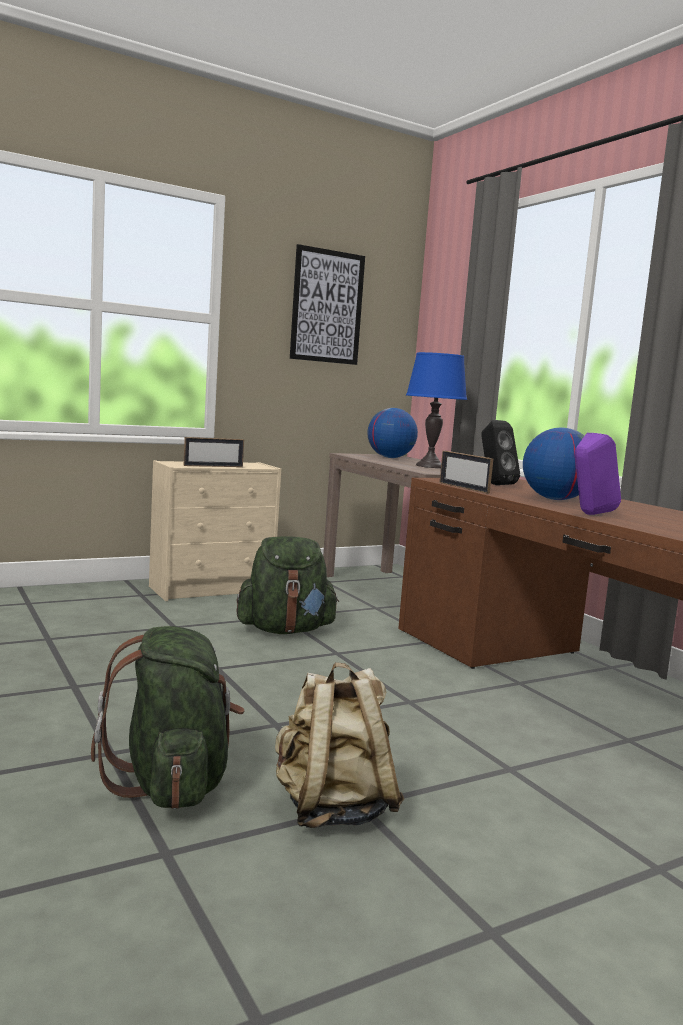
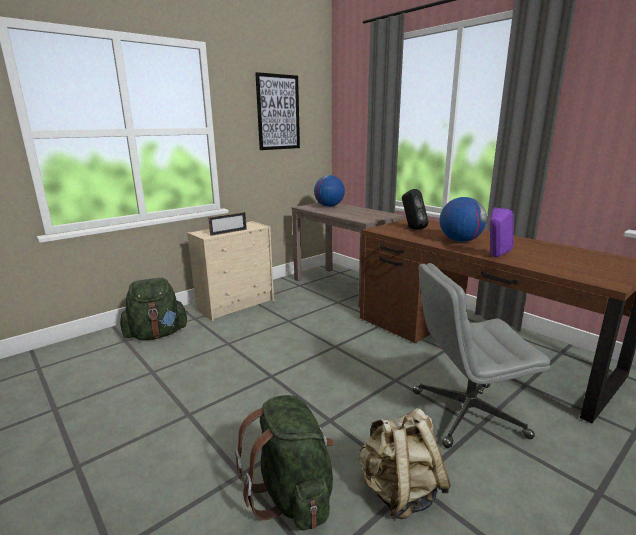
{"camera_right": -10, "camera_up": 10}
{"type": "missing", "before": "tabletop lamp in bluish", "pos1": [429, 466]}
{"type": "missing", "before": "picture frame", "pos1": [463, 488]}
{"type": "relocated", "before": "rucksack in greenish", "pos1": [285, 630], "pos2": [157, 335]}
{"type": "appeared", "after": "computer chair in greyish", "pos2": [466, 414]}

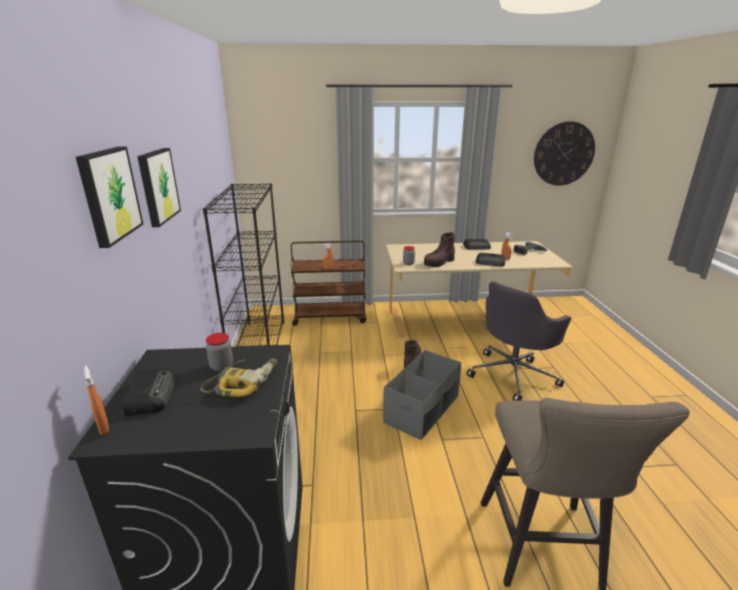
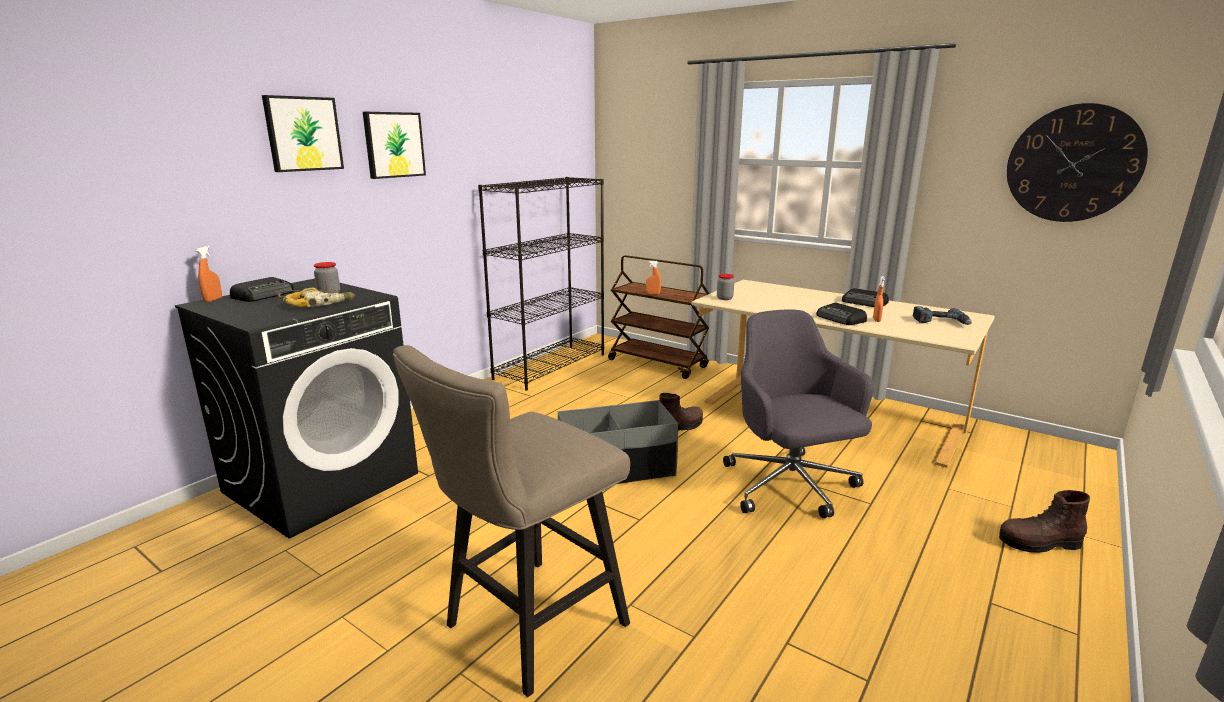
{"camera_right": 40, "camera_up": -5}
{"type": "relocated", "before": "high-top boot in brownish", "pos1": [439, 263], "pos2": [1039, 543]}
{"type": "spun", "before": "computer chair in greyish", "pos1": [513, 374], "pos2": [790, 487], "turn": 75}

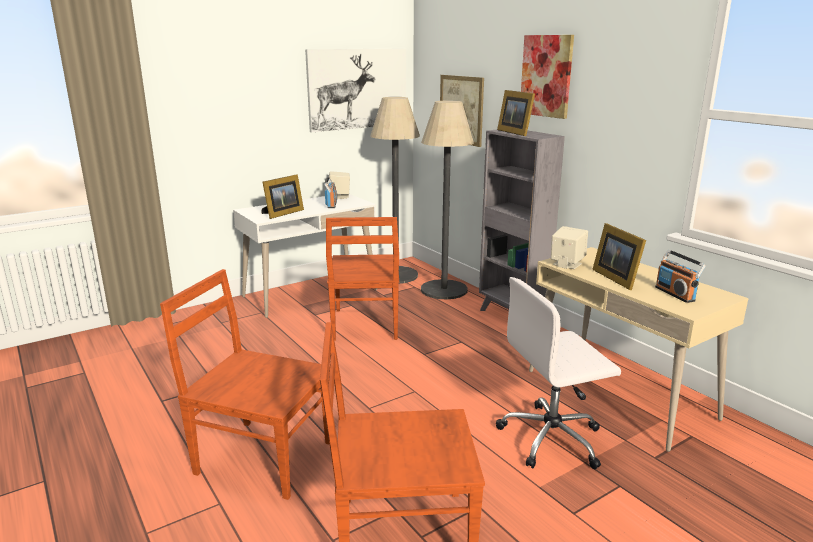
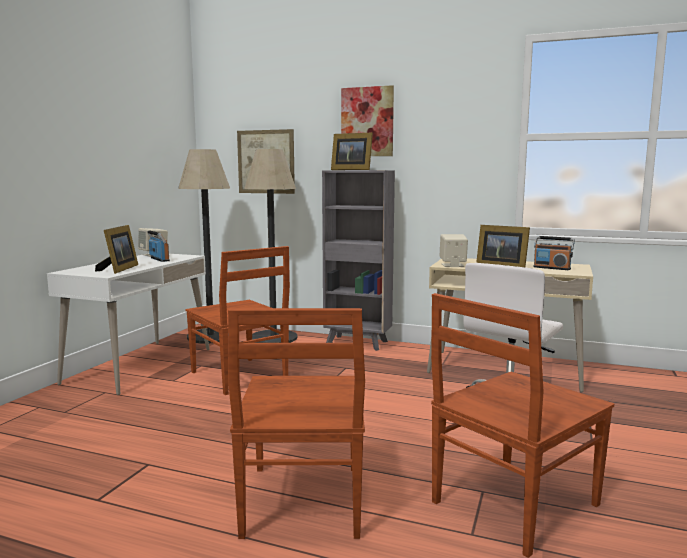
{"camera_right": -35, "camera_up": -10}
{"type": "missing", "before": "picture", "pos1": [358, 89]}
{"type": "spun", "before": "upright chair in brownish", "pos1": [262, 456], "pos2": [302, 502], "turn": -75}

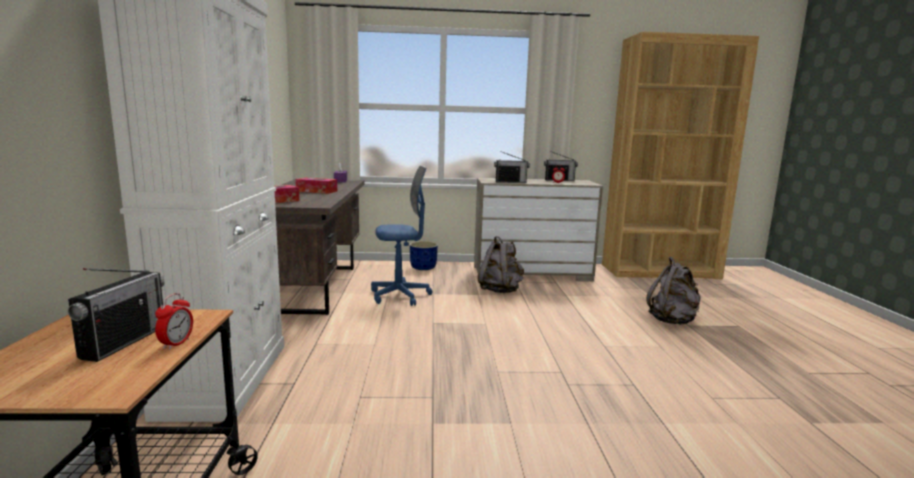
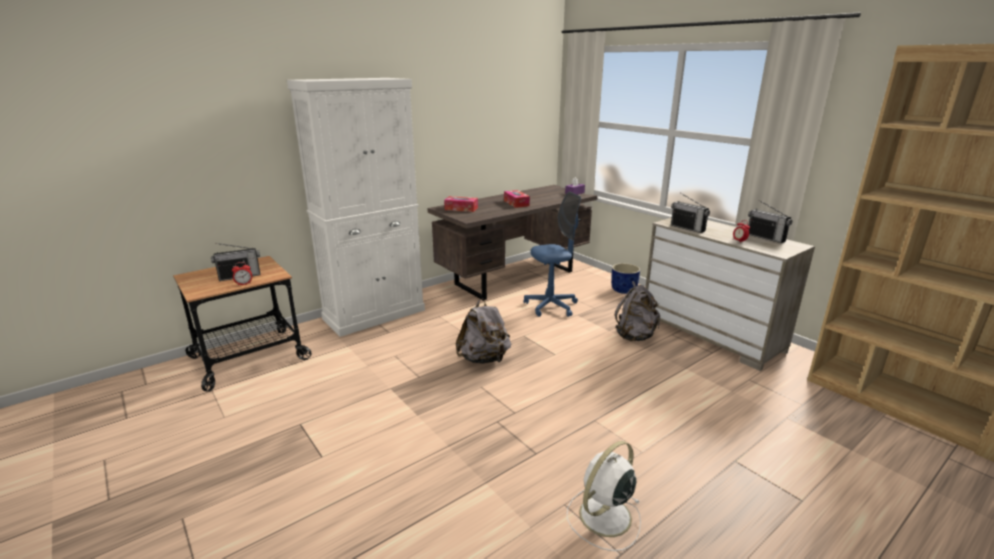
{"camera_right": 55, "camera_up": 10}
{"type": "spun", "before": "computer chair in bluish", "pos1": [400, 296], "pos2": [551, 306], "turn": -60}
{"type": "relocated", "before": "rucksack in greyish", "pos1": [672, 321], "pos2": [484, 359]}
{"type": "appeared", "after": "fan in white-coloured", "pos2": [603, 517]}

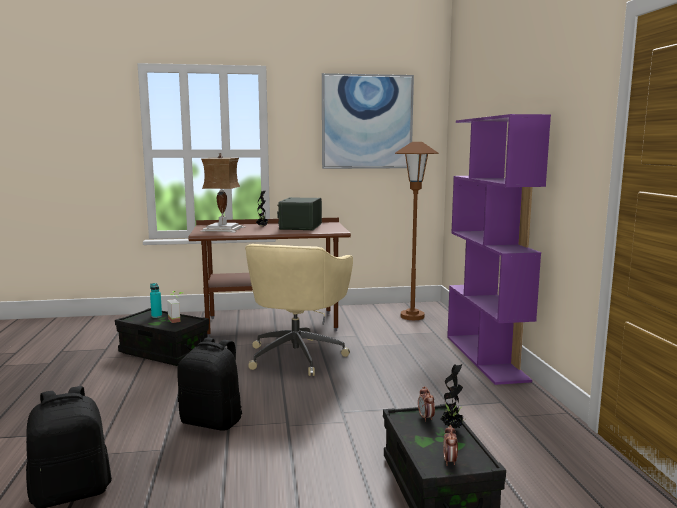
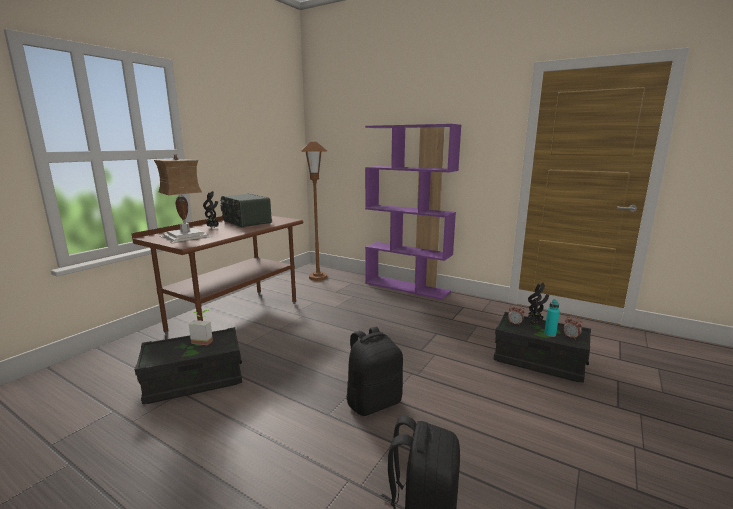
{"camera_right": -50, "camera_up": 5}
{"type": "missing", "before": "picture", "pos1": [367, 122]}
{"type": "missing", "before": "computer chair in sand-coloured", "pos1": [297, 355]}
{"type": "relocated", "before": "drink bottle in turquoise-coloured", "pos1": [156, 316], "pos2": [550, 334]}

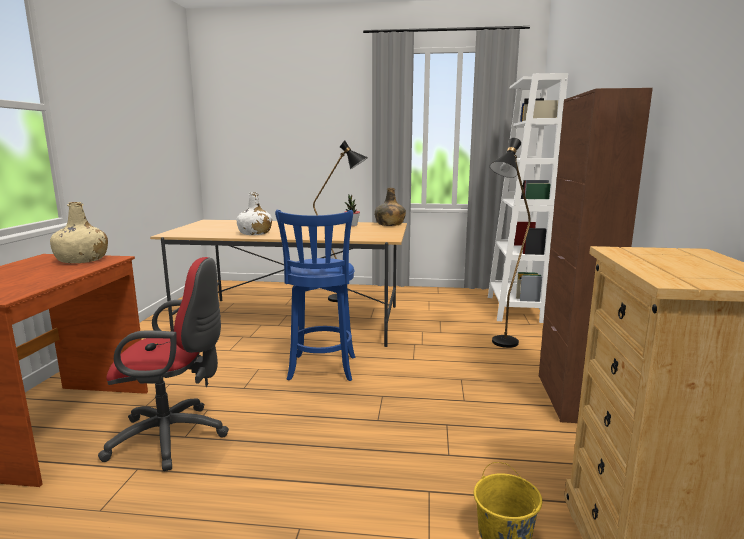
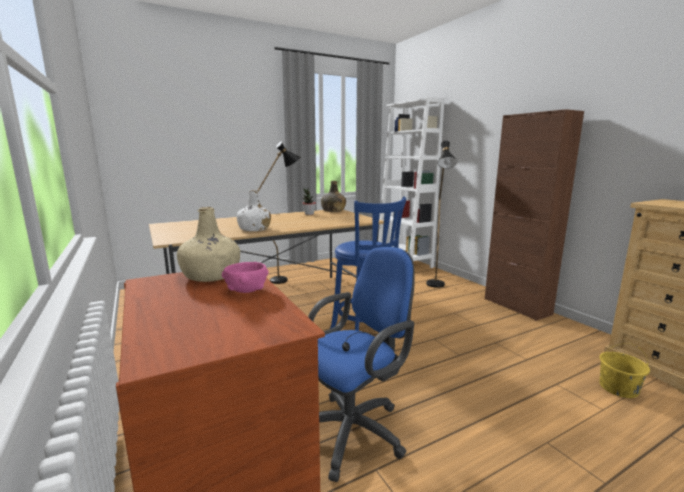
{"camera_right": -35, "camera_up": 0}
{"type": "colour", "before": "computer chair in red-coloured", "after": "computer chair in bluish", "pos1": [174, 437], "pos2": [355, 430]}
{"type": "appeared", "after": "deep dish in pinkish", "pos2": [246, 290]}

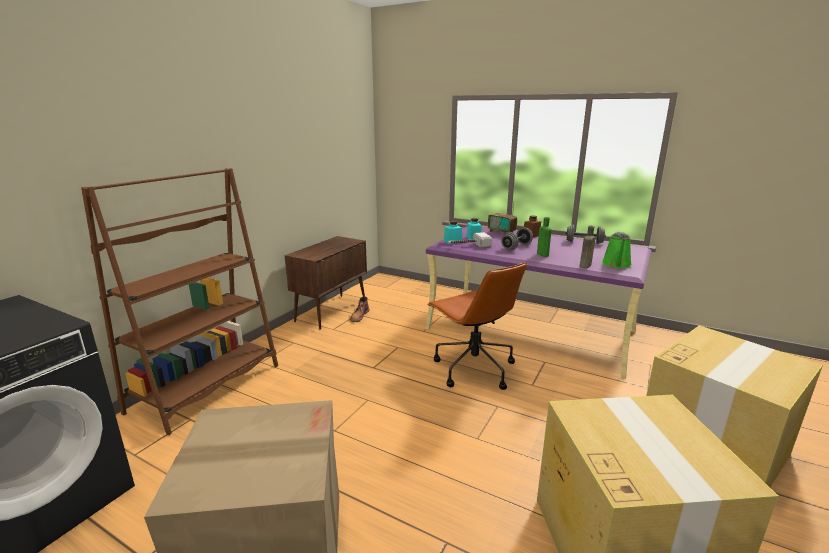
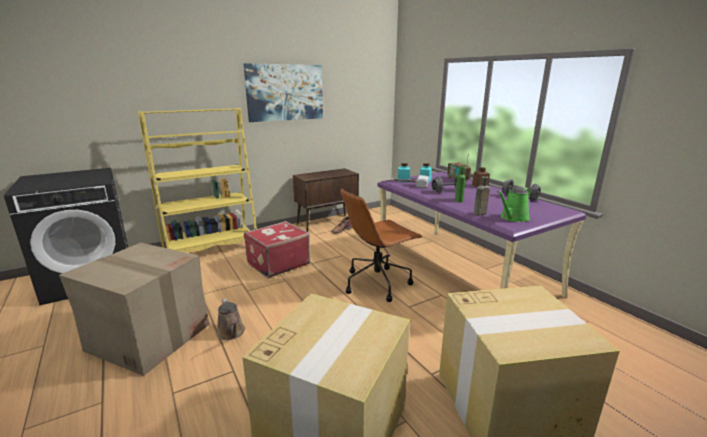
{"camera_right": 30, "camera_up": 0}
{"type": "colour", "before": "bookshelf in brownish", "after": "bookshelf in yellow-coloured", "pos1": [207, 388], "pos2": [211, 248]}
{"type": "spun", "before": "computer chair in brownish", "pos1": [473, 368], "pos2": [377, 283], "turn": 60}
{"type": "appeared", "after": "picture", "pos2": [285, 92]}
{"type": "appeared", "after": "suitcase in red-coloured", "pos2": [277, 264]}
{"type": "appeared", "after": "watering can in brownish", "pos2": [231, 333]}

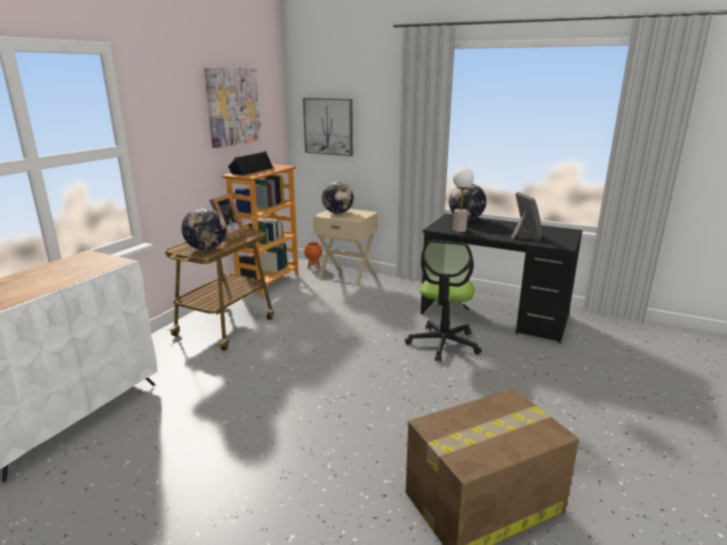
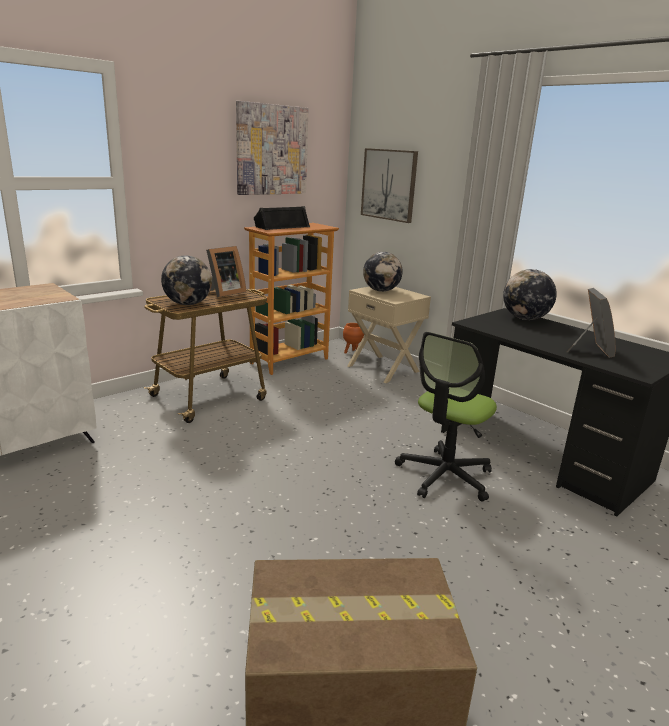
{"camera_right": 20, "camera_up": 0}
{"type": "missing", "before": "tabletop lamp", "pos1": [459, 230]}

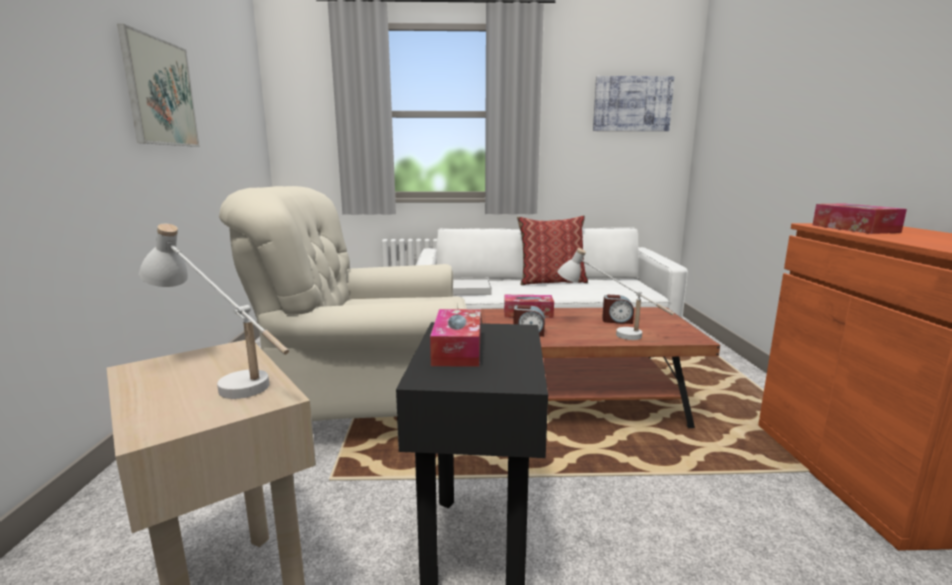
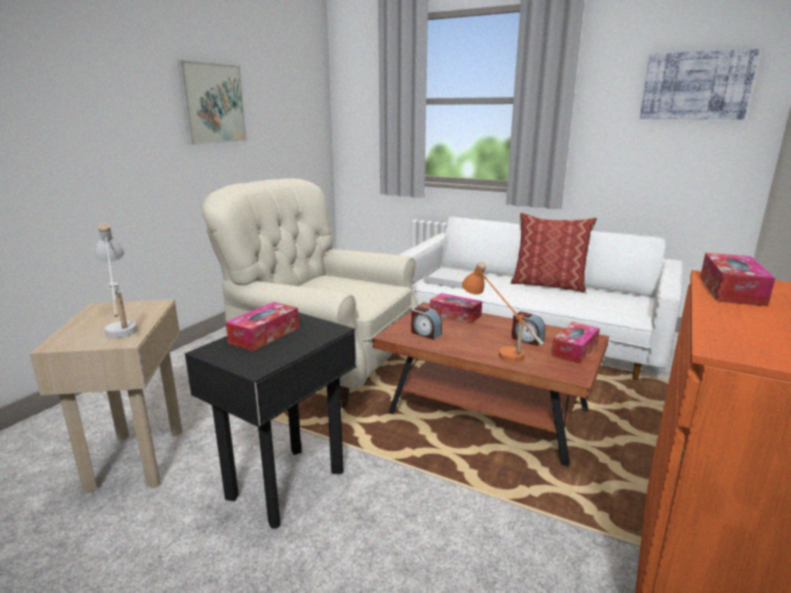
{"camera_right": 30, "camera_up": 5}
{"type": "colour", "before": "tabletop lamp in white-coloured", "after": "tabletop lamp in orange", "pos1": [610, 332], "pos2": [498, 349]}
{"type": "appeared", "after": "tissue box", "pos2": [574, 350]}

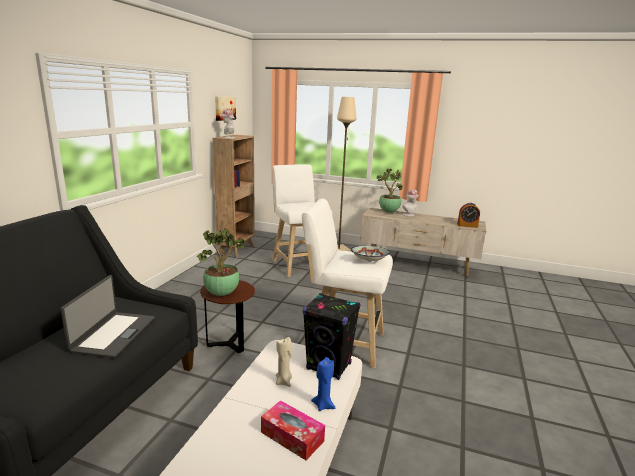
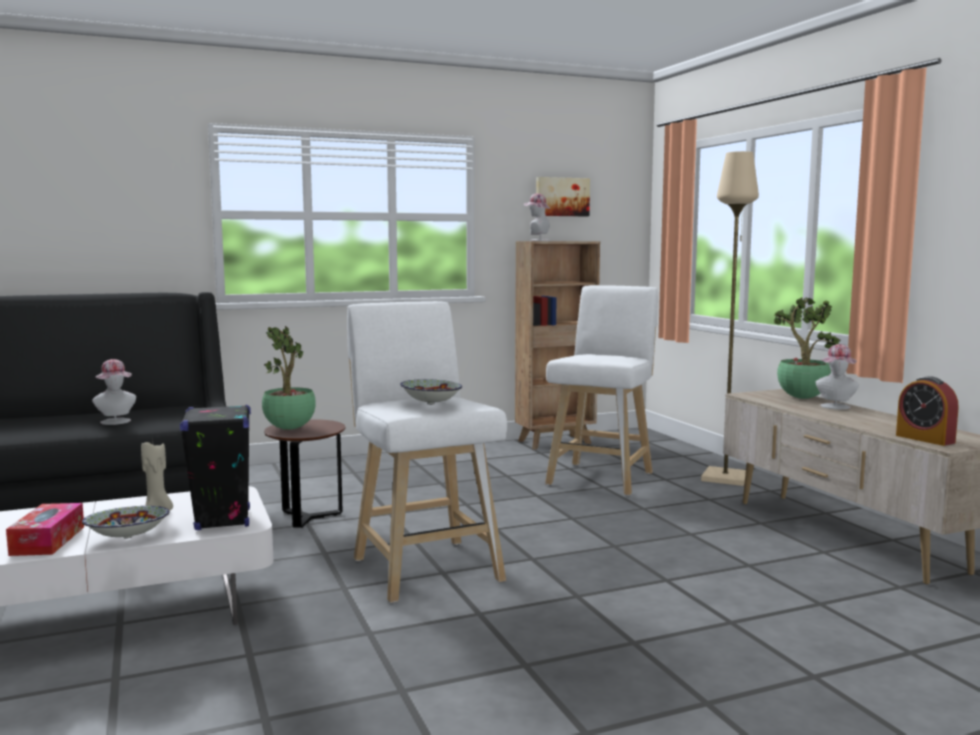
{"camera_right": 50, "camera_up": -10}
{"type": "exchanged", "before": "portable computer", "after": "wearable hat", "pos1": [113, 334], "pos2": [116, 422]}
{"type": "exchanged", "before": "candle in bluish", "after": "deep dish", "pos1": [323, 405], "pos2": [127, 537]}

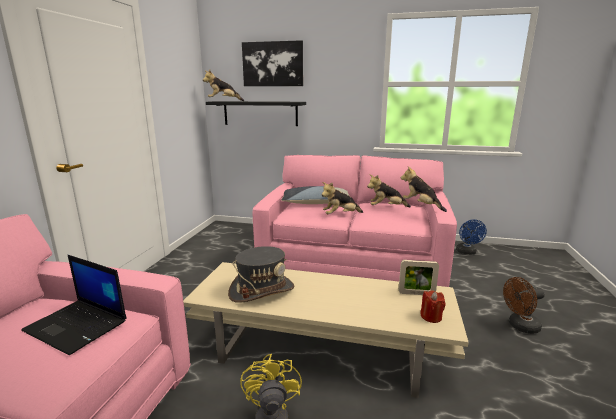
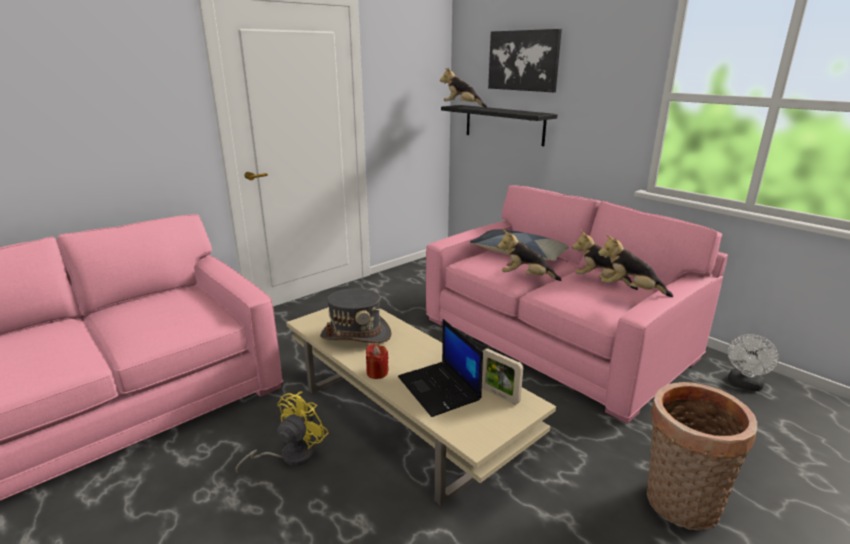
{"camera_right": 35, "camera_up": 5}
{"type": "spun", "before": "cuddly toy", "pos1": [421, 206], "pos2": [630, 290], "turn": -60}
{"type": "colour", "before": "fan in bluish", "after": "fan in white-coloured", "pos1": [467, 252], "pos2": [744, 385]}
{"type": "relocated", "before": "portable computer", "pos1": [78, 326], "pos2": [440, 389]}
{"type": "exchanged", "before": "fan in brownish", "after": "household basket", "pos1": [520, 326], "pos2": [679, 506]}
{"type": "relocated", "before": "candle in red-coloured", "pos1": [431, 317], "pos2": [377, 372]}

